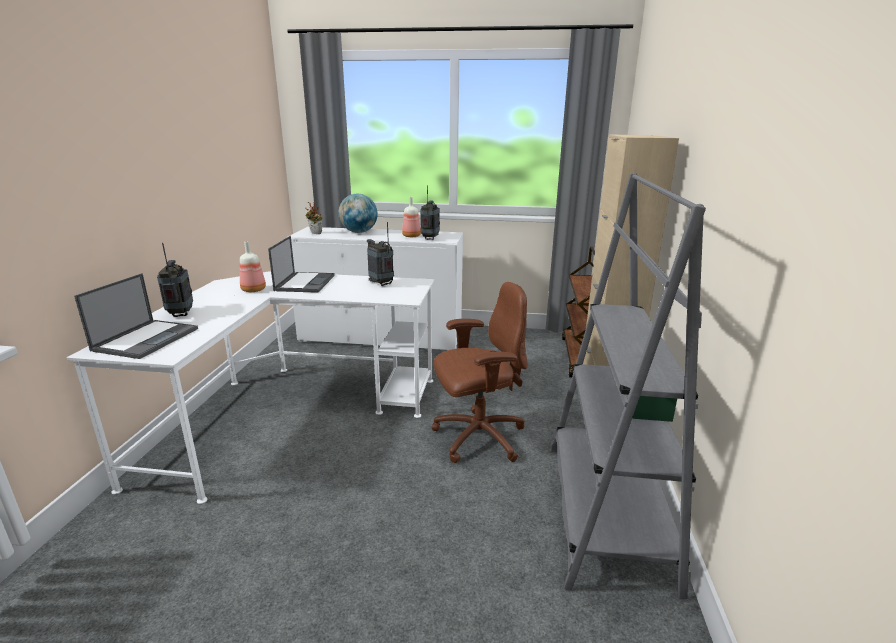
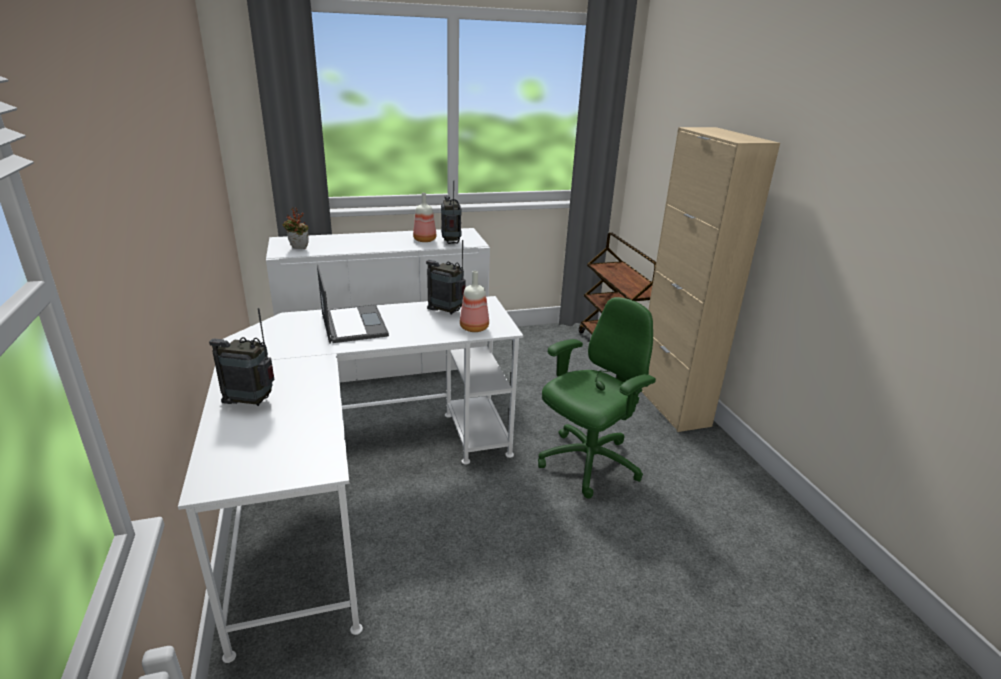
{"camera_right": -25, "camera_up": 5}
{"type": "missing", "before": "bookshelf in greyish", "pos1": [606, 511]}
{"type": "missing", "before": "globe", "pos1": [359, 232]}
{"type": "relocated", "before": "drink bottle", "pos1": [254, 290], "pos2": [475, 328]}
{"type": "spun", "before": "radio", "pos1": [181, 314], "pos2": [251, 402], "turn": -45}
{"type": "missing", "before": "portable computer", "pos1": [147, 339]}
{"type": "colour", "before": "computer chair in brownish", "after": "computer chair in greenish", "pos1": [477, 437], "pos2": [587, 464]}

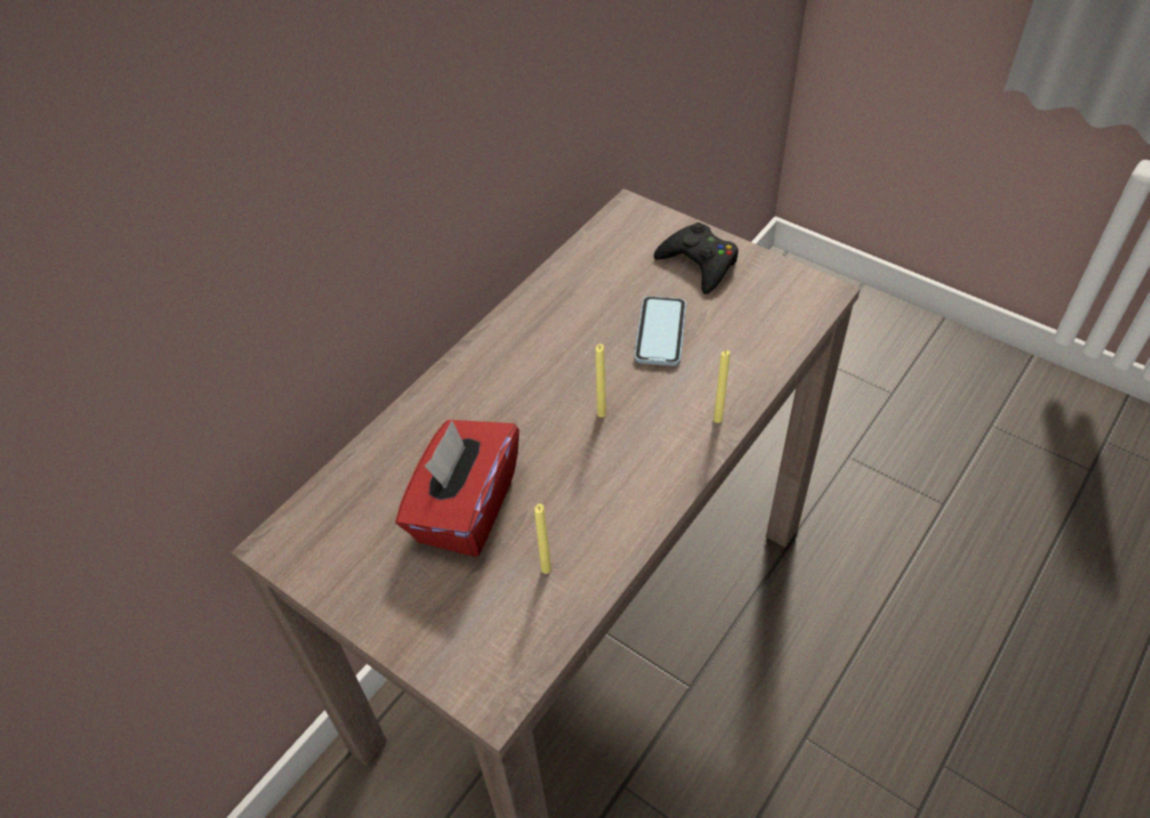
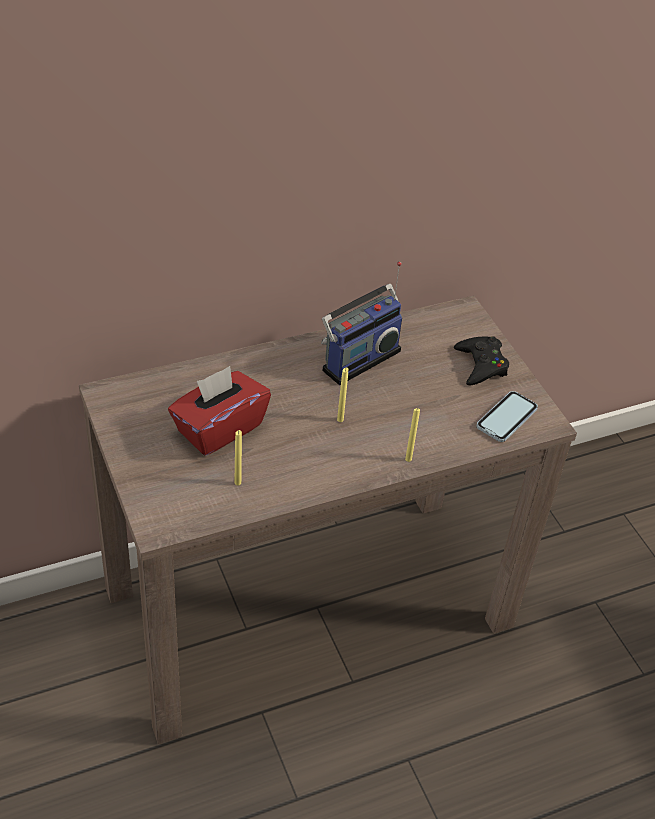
{"camera_right": 25, "camera_up": -5}
{"type": "relocated", "before": "phone", "pos1": [660, 333], "pos2": [506, 418]}
{"type": "appeared", "after": "radio", "pos2": [358, 358]}

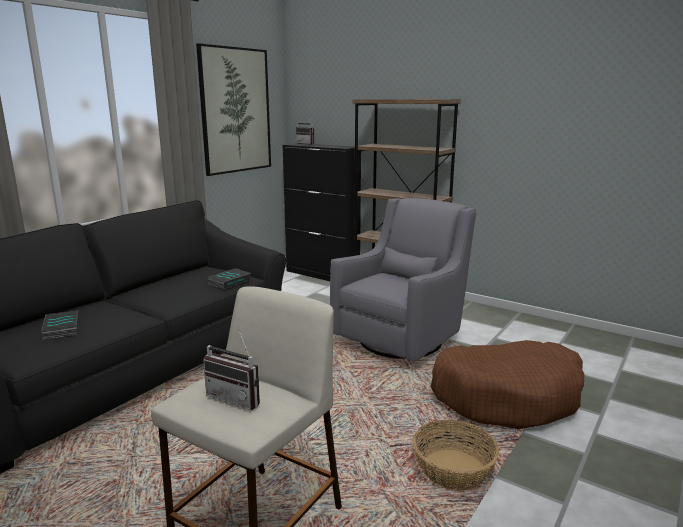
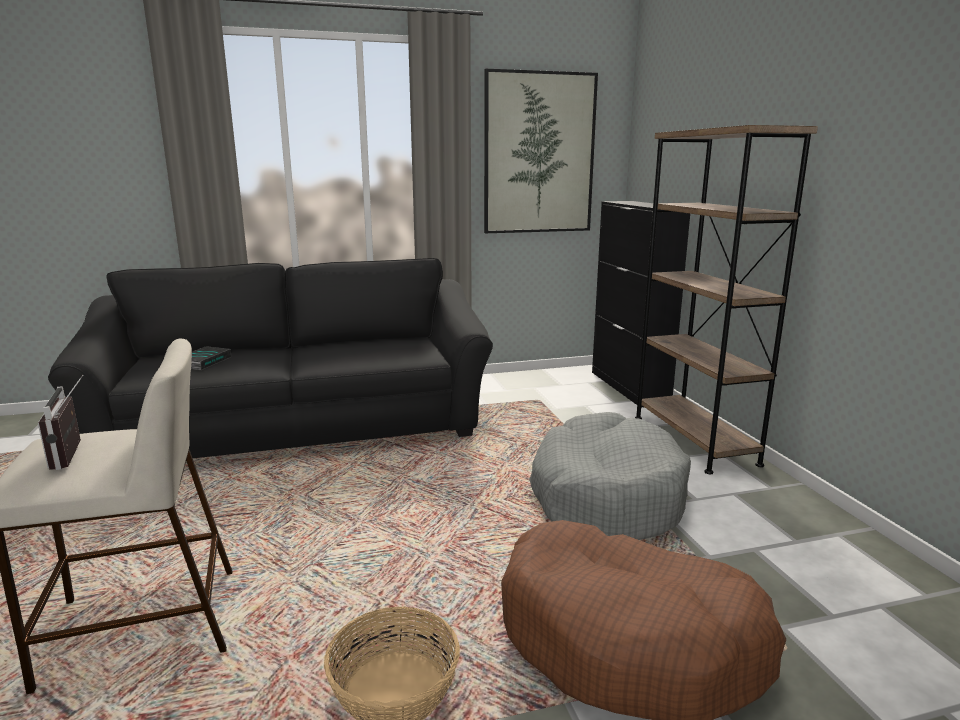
{"camera_right": 40, "camera_up": 0}
{"type": "missing", "before": "radio", "pos1": [307, 144]}
{"type": "exchanged", "before": "easy chair in greyish", "after": "pet bed in greyish", "pos1": [402, 338], "pos2": [606, 497]}
{"type": "missing", "before": "volume", "pos1": [229, 281]}

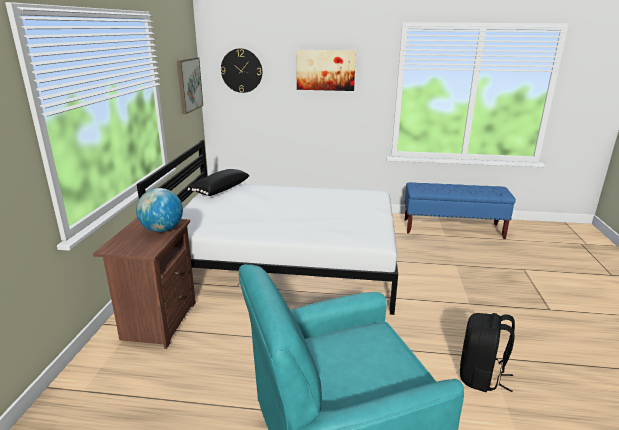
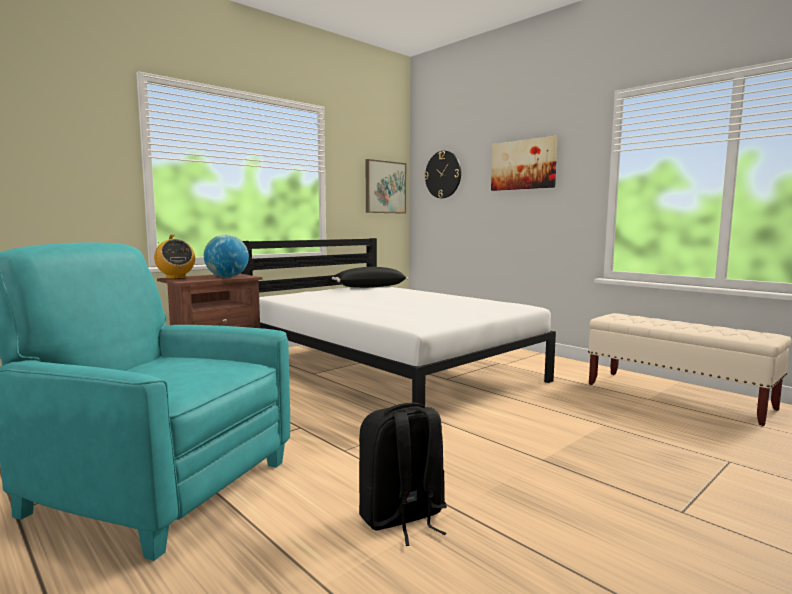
{"camera_right": 40, "camera_up": -15}
{"type": "colour", "before": "indoor bench in bluish", "after": "indoor bench in sand-coloured", "pos1": [453, 229], "pos2": [677, 396]}
{"type": "appeared", "after": "radio", "pos2": [176, 278]}

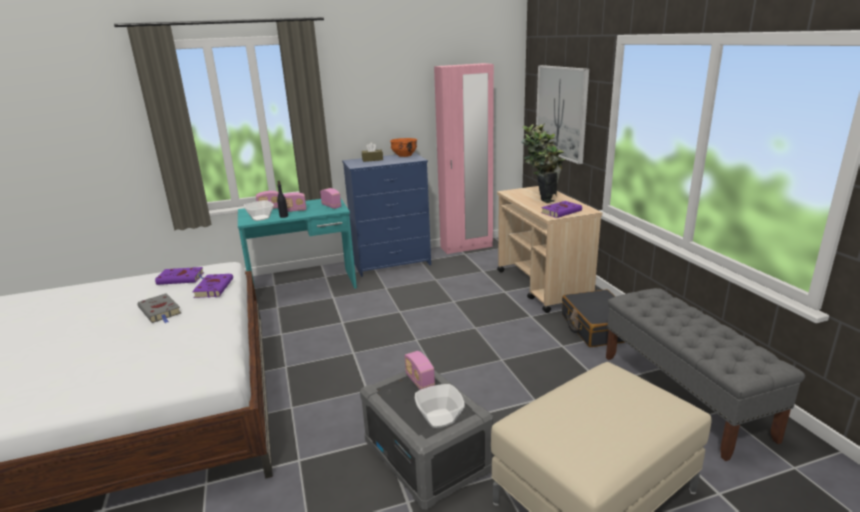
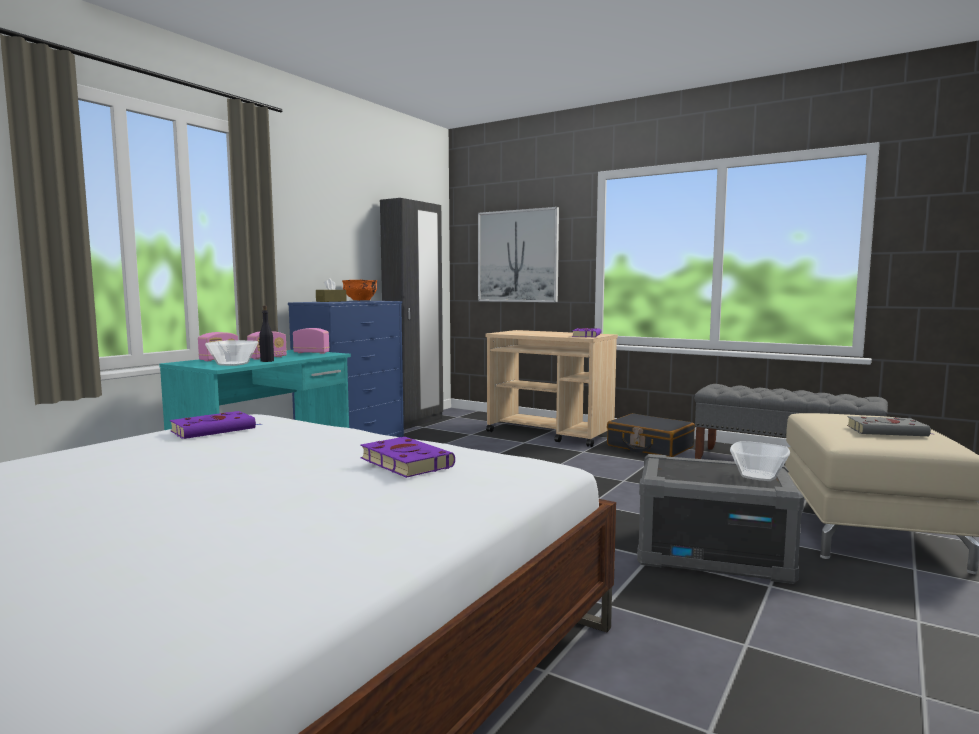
{"camera_right": -40, "camera_up": -15}
{"type": "colour", "before": "armoire in pinkish", "after": "armoire in blackish", "pos1": [466, 247], "pos2": [415, 422]}
{"type": "missing", "before": "plant in a pot", "pos1": [540, 198]}
{"type": "relocated", "before": "volume in purplish", "pos1": [214, 288], "pos2": [404, 462]}
{"type": "relocated", "before": "volume in greyish", "pos1": [160, 311], "pos2": [888, 431]}
{"type": "missing", "before": "radio", "pos1": [420, 381]}

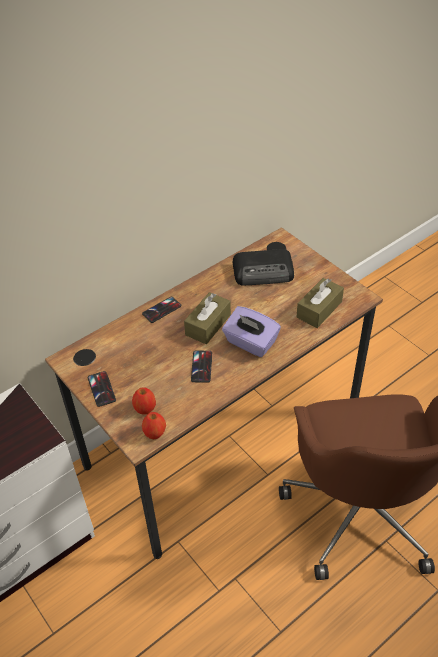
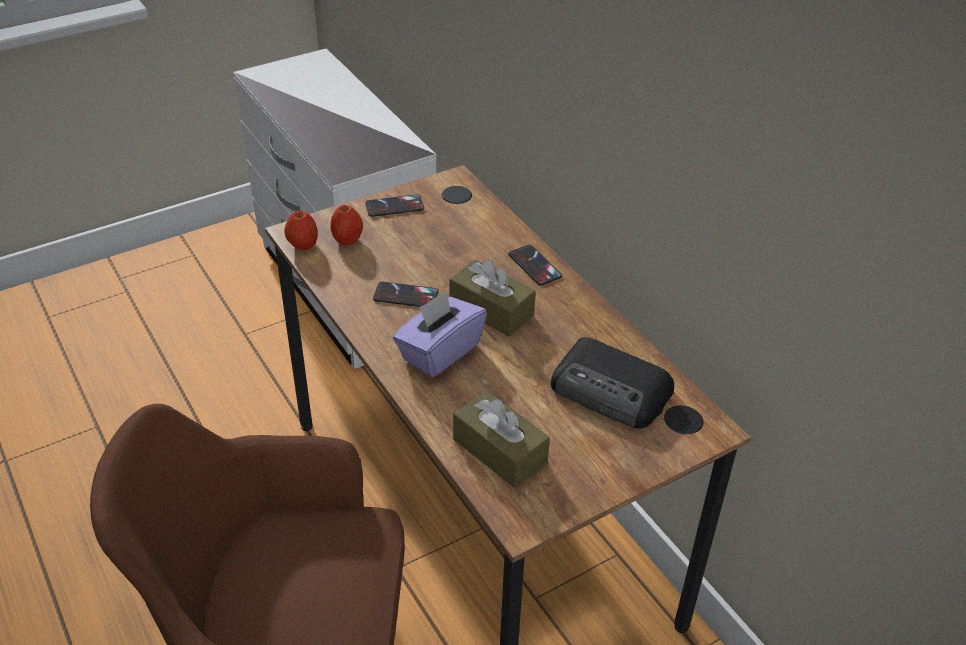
{"camera_right": 95, "camera_up": -5}
{"type": "spun", "before": "radio", "pos1": [264, 272], "pos2": [612, 391], "turn": -60}

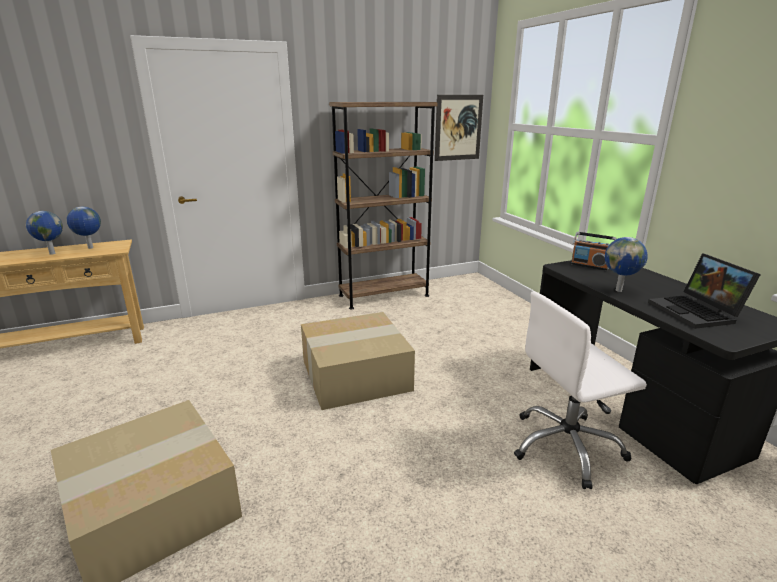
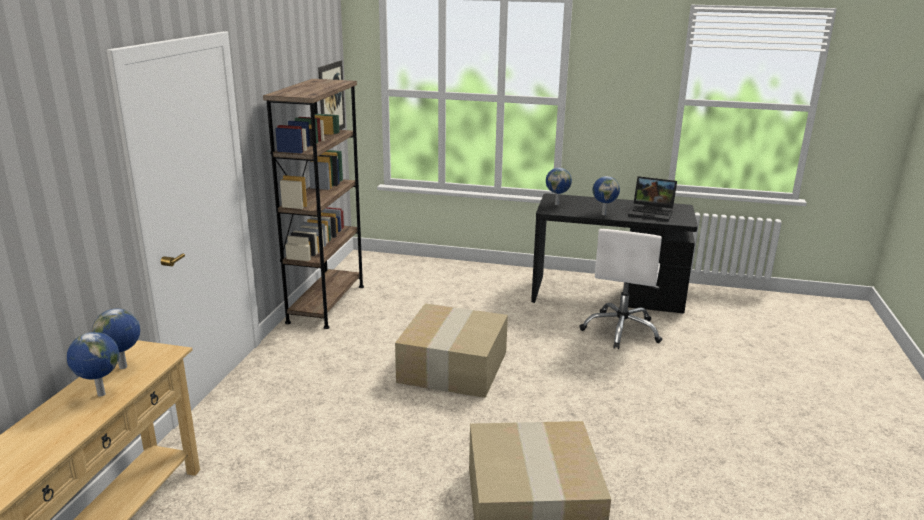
{"camera_right": -55, "camera_up": 0}
{"type": "exchanged", "before": "radio", "after": "globe", "pos1": [589, 266], "pos2": [557, 204]}

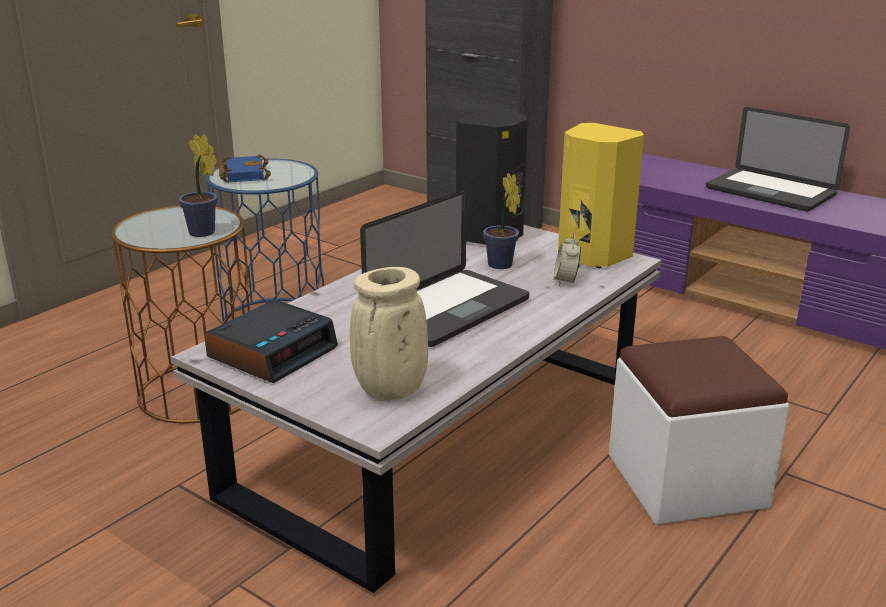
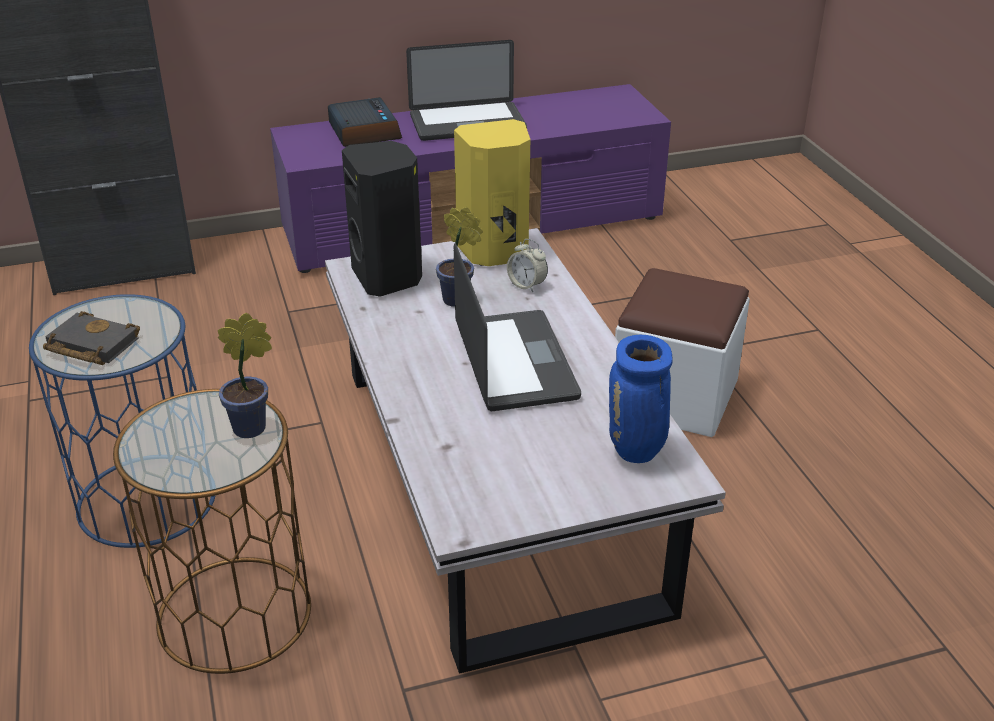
{"camera_right": -55, "camera_up": 10}
{"type": "colour", "before": "volume in bluish", "after": "volume in blackish", "pos1": [242, 174], "pos2": [89, 346]}
{"type": "colour", "before": "decorative vase in sand-coloured", "after": "decorative vase in bluish", "pos1": [390, 393], "pos2": [637, 451]}
{"type": "relocated", "before": "alarm clock", "pos1": [272, 352], "pos2": [363, 131]}

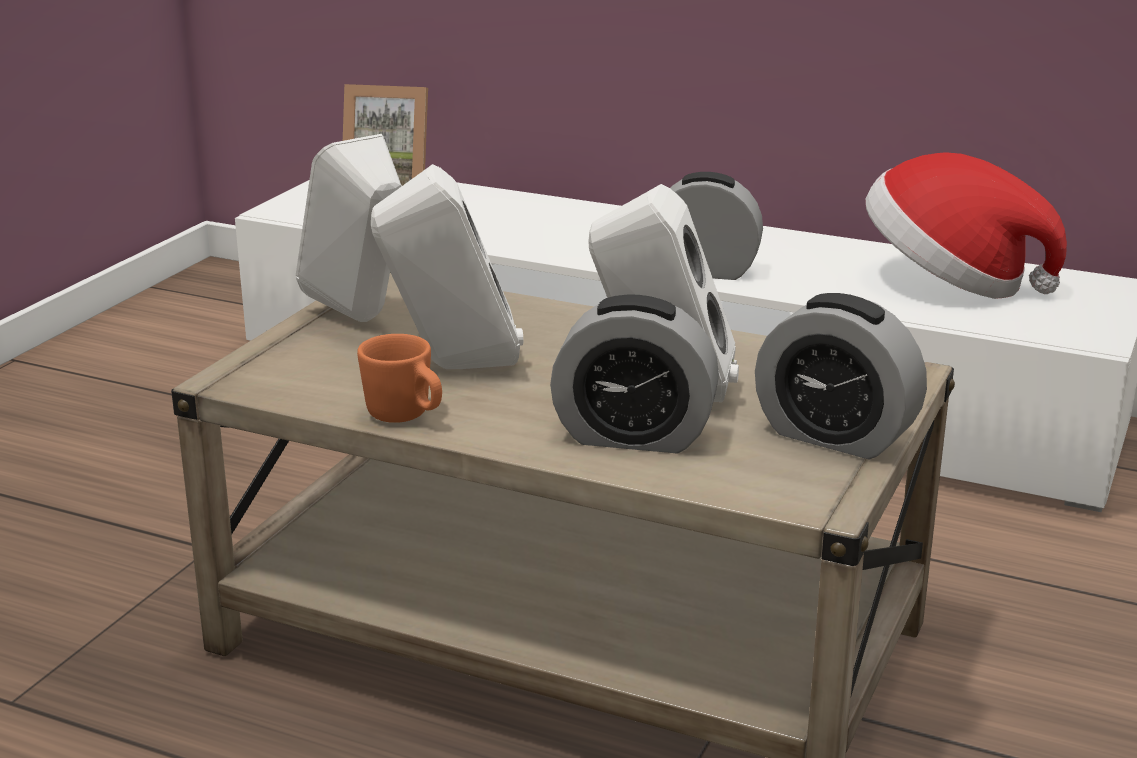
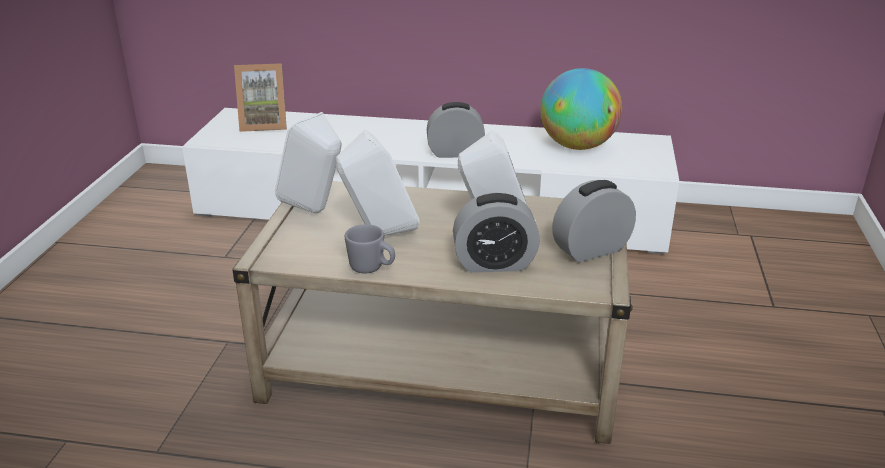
{"camera_right": -15, "camera_up": 5}
{"type": "exchanged", "before": "wearable hat", "after": "globe", "pos1": [949, 281], "pos2": [577, 146]}
{"type": "spun", "before": "alarm clock", "pos1": [835, 436], "pos2": [591, 250], "turn": 135}
{"type": "colour", "before": "mug in orange", "after": "mug in greyish", "pos1": [406, 417], "pos2": [372, 269]}

